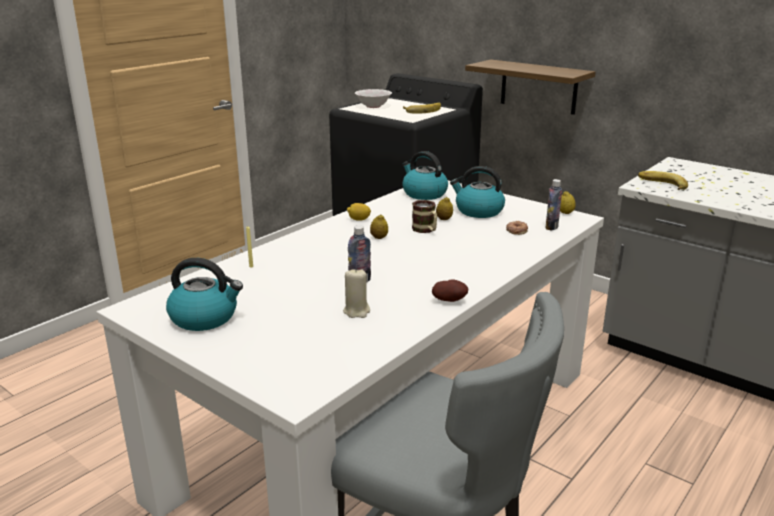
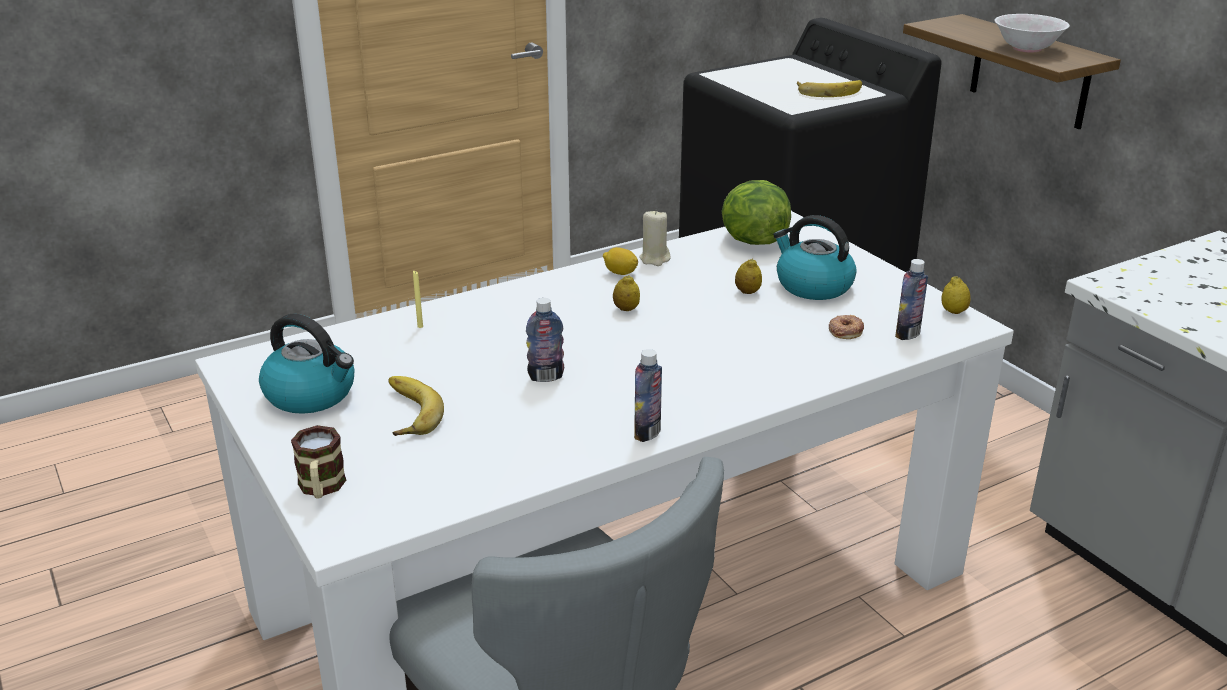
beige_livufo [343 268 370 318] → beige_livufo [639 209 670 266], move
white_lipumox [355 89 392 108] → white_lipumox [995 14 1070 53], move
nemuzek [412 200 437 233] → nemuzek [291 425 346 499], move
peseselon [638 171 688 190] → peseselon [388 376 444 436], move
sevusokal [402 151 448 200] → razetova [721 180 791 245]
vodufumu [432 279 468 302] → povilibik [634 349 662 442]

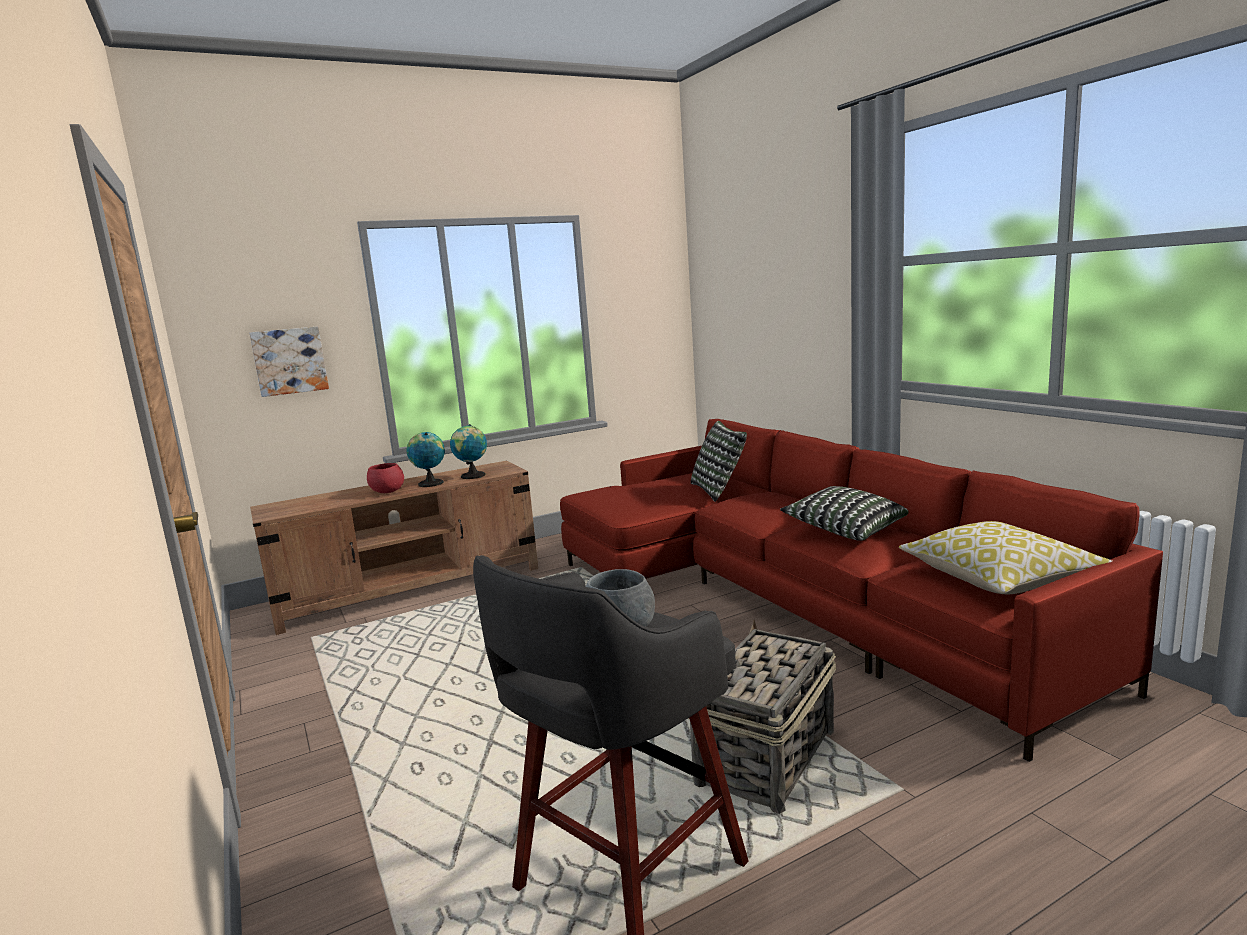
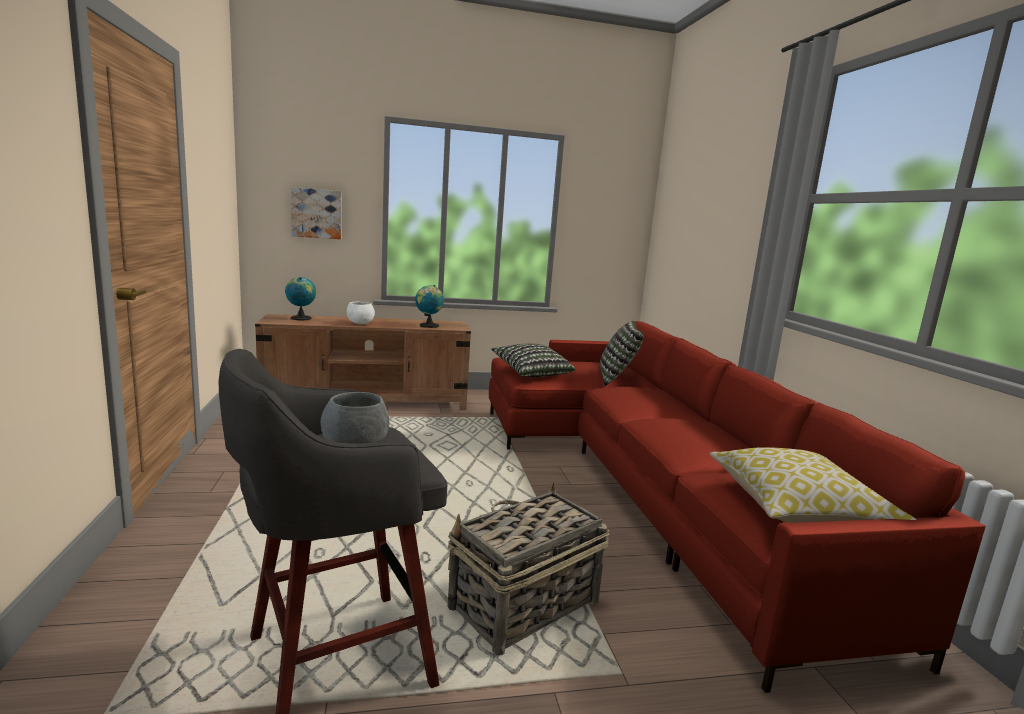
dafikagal [407 432 445 487] → dafikagal [285 277 316 320], move
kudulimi [780 486 909 541] → kudulimi [491 344 575 377], move
red_lipumox [367 463 404 493] → white_lipumox [347 302 375 324]

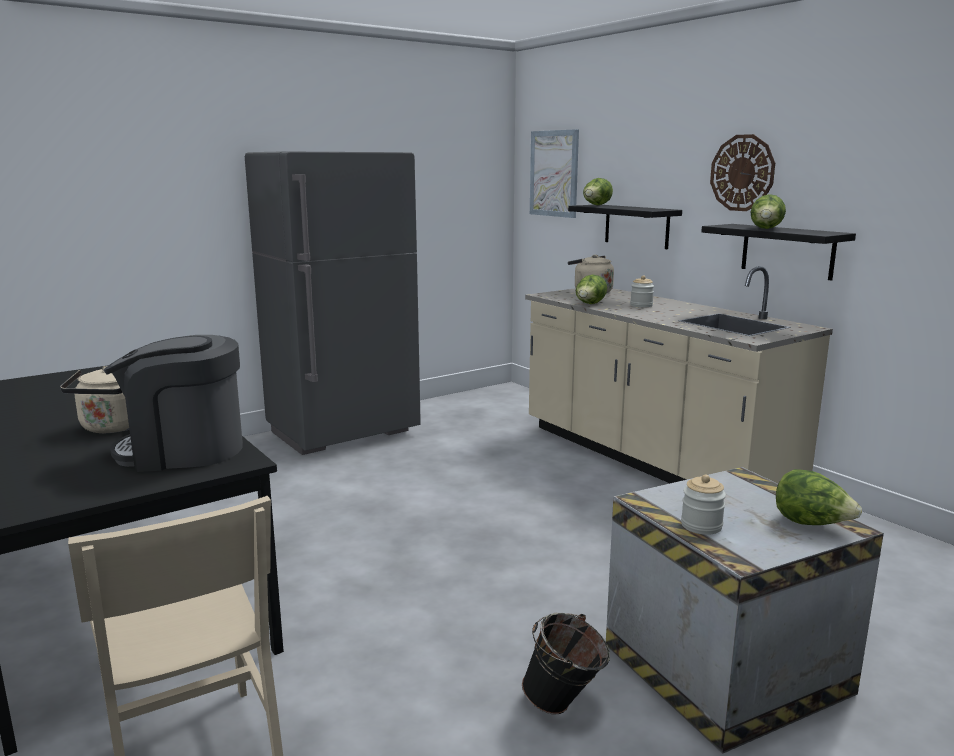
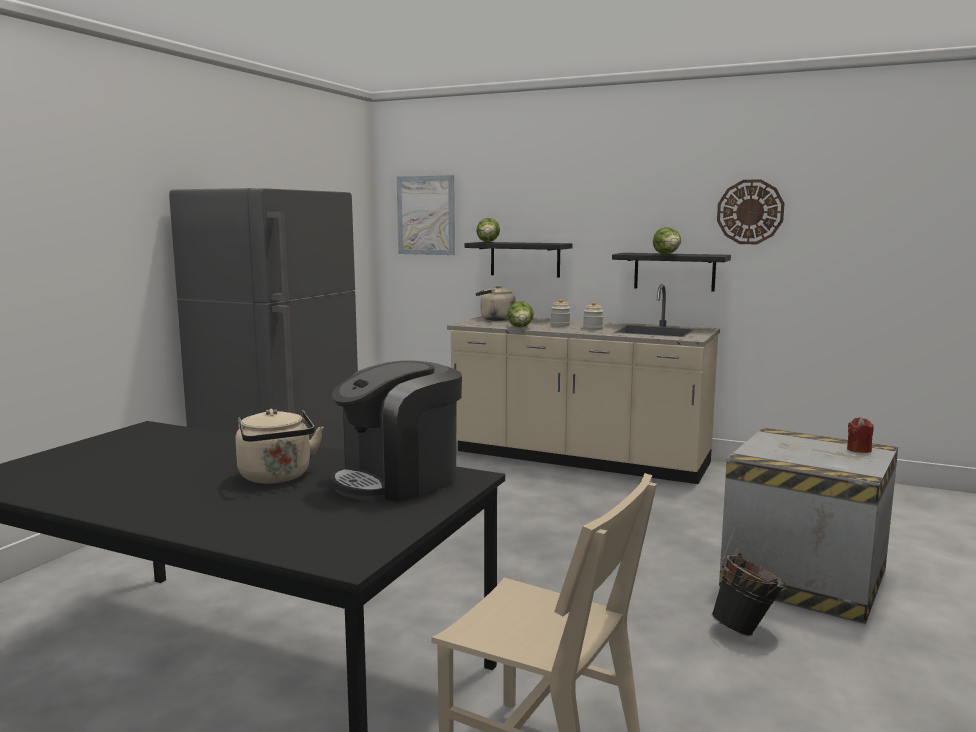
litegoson [681 475 726 535] → litegoson [583 302 604 330], move
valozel [710 134 775 211] → valozel [717 179 785 244], move
razetova [776 469 862 525] → red_livufo [847 417 874 453]

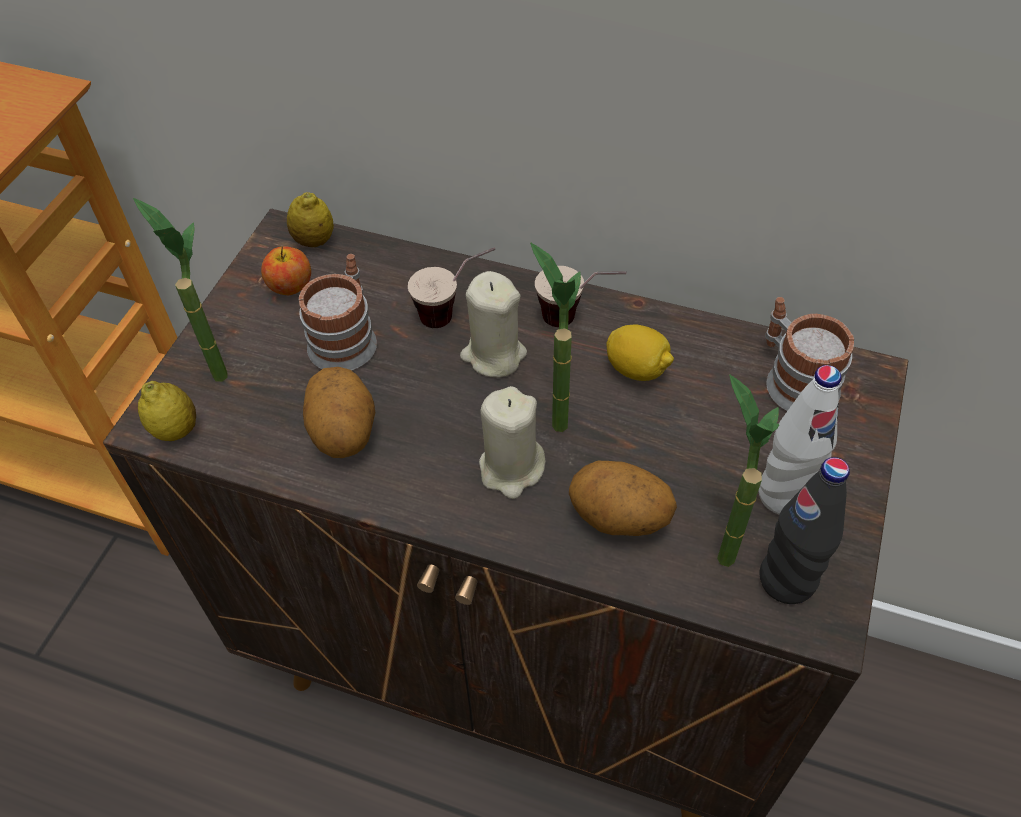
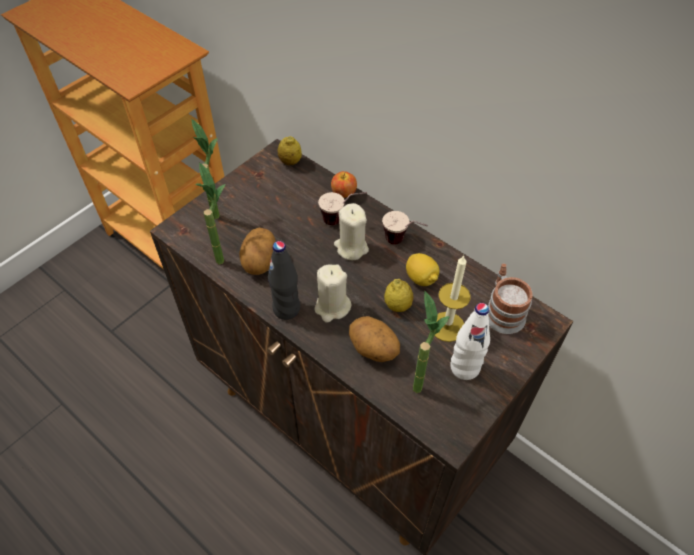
nemuzek [299 254 377 370] → -
- → livufo [435 255 471 342]
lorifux [138 381 196 441] → lorifux [384 279 413 312], move
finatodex [261 246 311 295] → finatodex [331 171 357 198], move
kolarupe [530 243 581 432] → kolarupe [196 162 226 265], move
black_povilibik [759 457 850 604] → black_povilibik [268 241 300 320], move

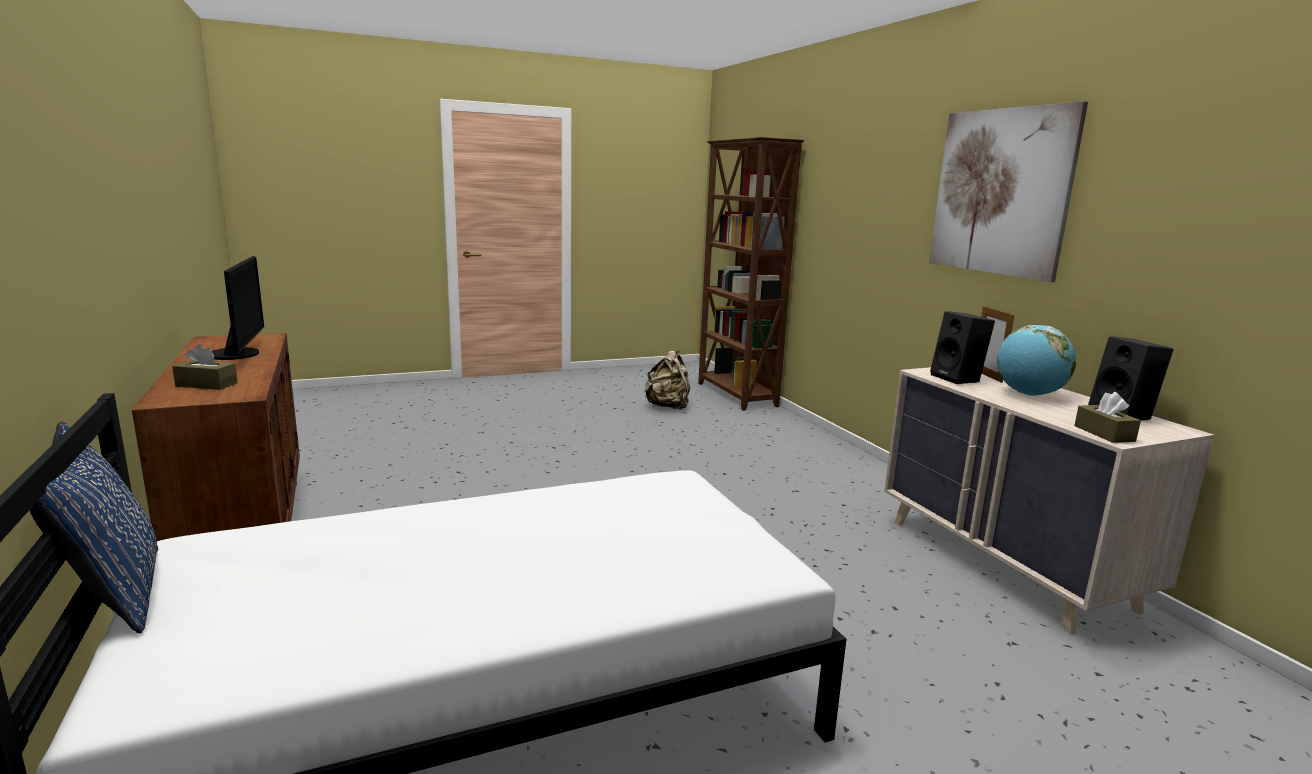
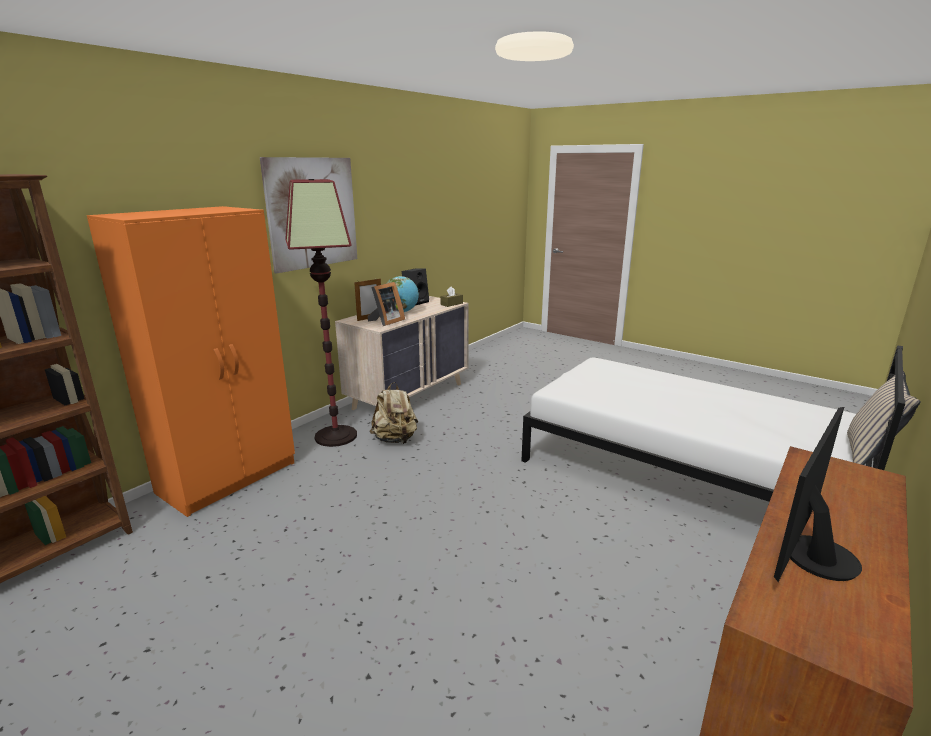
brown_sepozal [172 344 238 390] → -
- → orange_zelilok [87 206 295 517]
- → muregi [285 179 357 447]
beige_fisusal [645 349 690 410] → beige_fisusal [370 382 418 444], move
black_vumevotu [930 311 995 384] → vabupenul [367 282 405 326]
blue_kudulimi [30 422 158 634] → beige_kudulimi [847 371 921 465]

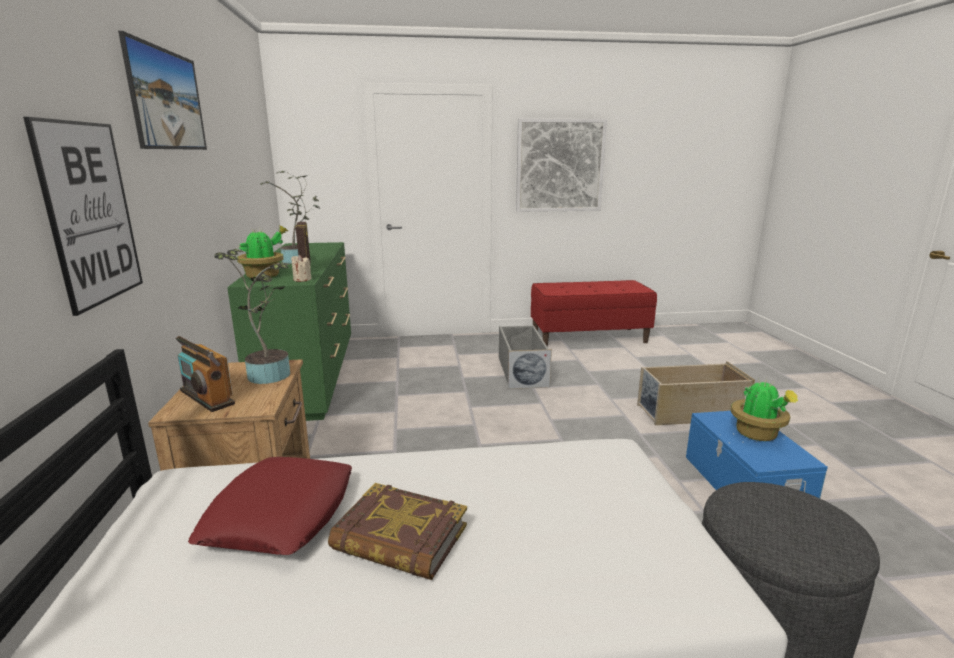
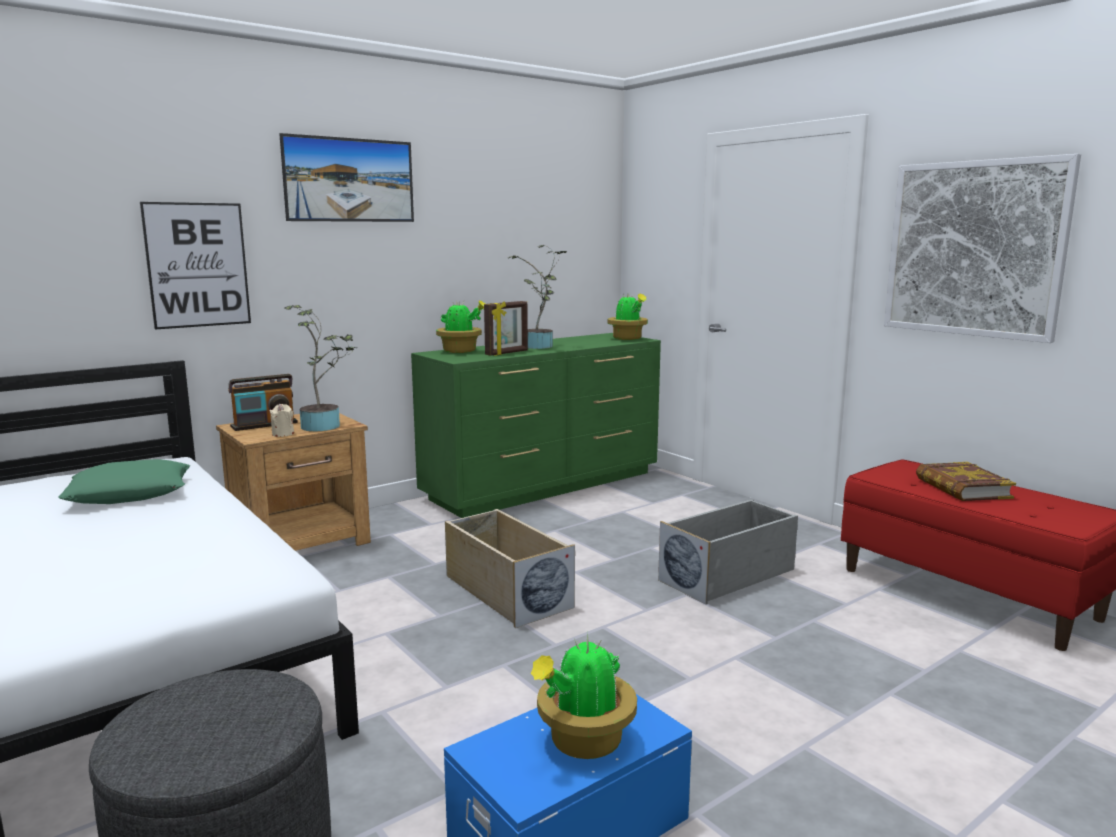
- → kolarupe [607 293 648 340]
beige_livufo [291 255 312 282] → beige_livufo [270 404 294 437], move
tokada [328 483 467 580] → tokada [916 462 1016 501], move
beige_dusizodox [637 361 755 425] → beige_dusizodox [445 509 575 628], move
red_kudulimi [188 457 352 555] → green_kudulimi [58 459 190 504]
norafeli [176 336 235 412] → norafeli [228 374 298 431], 135 degrees counterclockwise

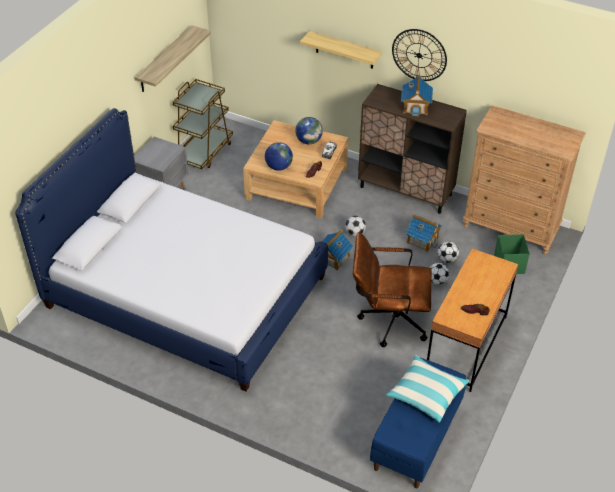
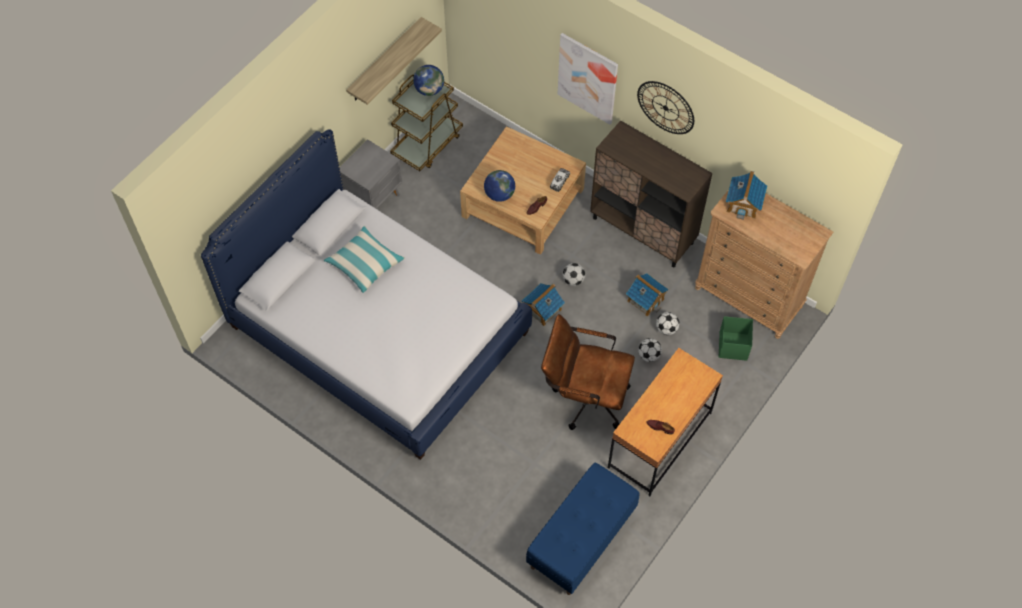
dafikagal [295 117 323 144] → dafikagal [413 65 444 96], move
kudulimi [386 355 469 423] → kudulimi [324 226 405 293], move
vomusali [401 75 433 117] → vomusali [726 171 767 220], move
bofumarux [300 31 382 69] → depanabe [558 33 618 125]

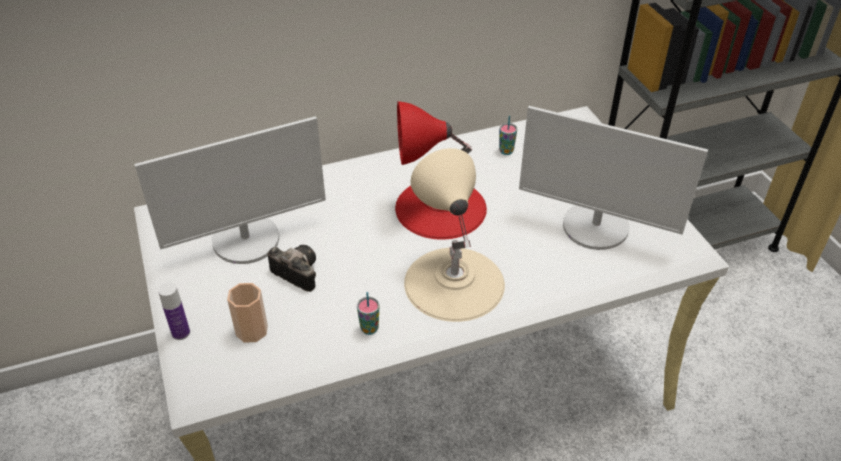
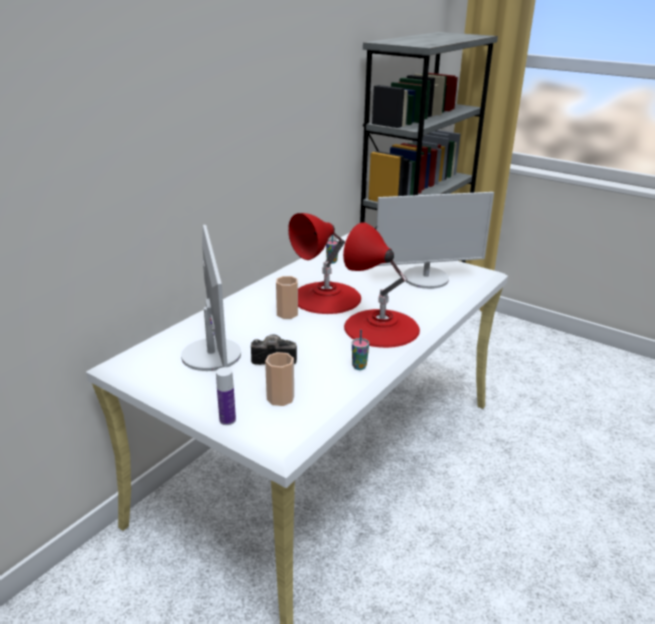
- → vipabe [276 276 298 319]
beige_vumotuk [404 148 505 322] → red_vumotuk [343 222 420 348]
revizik [134 116 326 264] → revizik [181 225 241 371], 45 degrees counterclockwise

